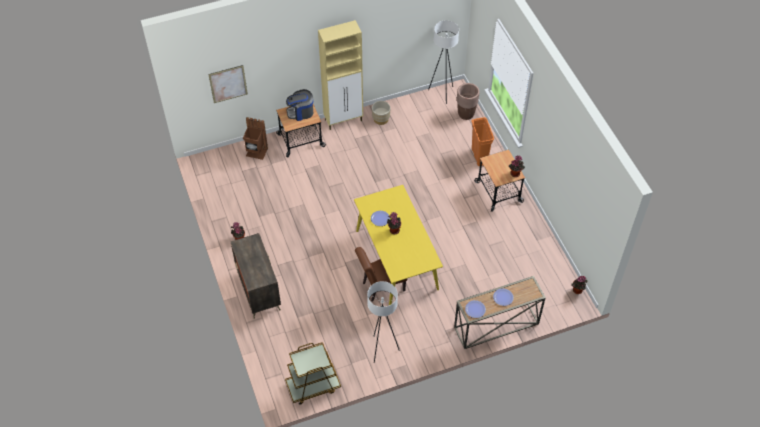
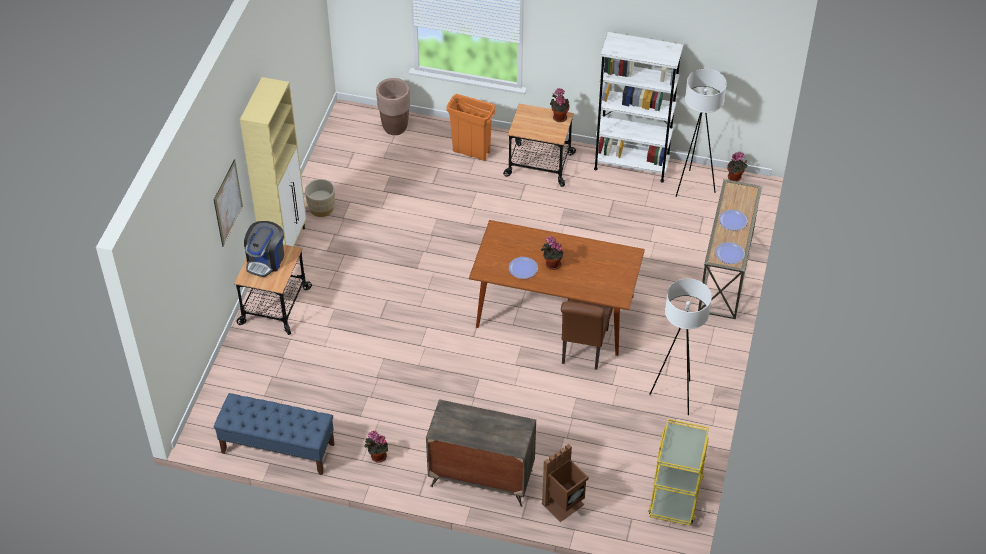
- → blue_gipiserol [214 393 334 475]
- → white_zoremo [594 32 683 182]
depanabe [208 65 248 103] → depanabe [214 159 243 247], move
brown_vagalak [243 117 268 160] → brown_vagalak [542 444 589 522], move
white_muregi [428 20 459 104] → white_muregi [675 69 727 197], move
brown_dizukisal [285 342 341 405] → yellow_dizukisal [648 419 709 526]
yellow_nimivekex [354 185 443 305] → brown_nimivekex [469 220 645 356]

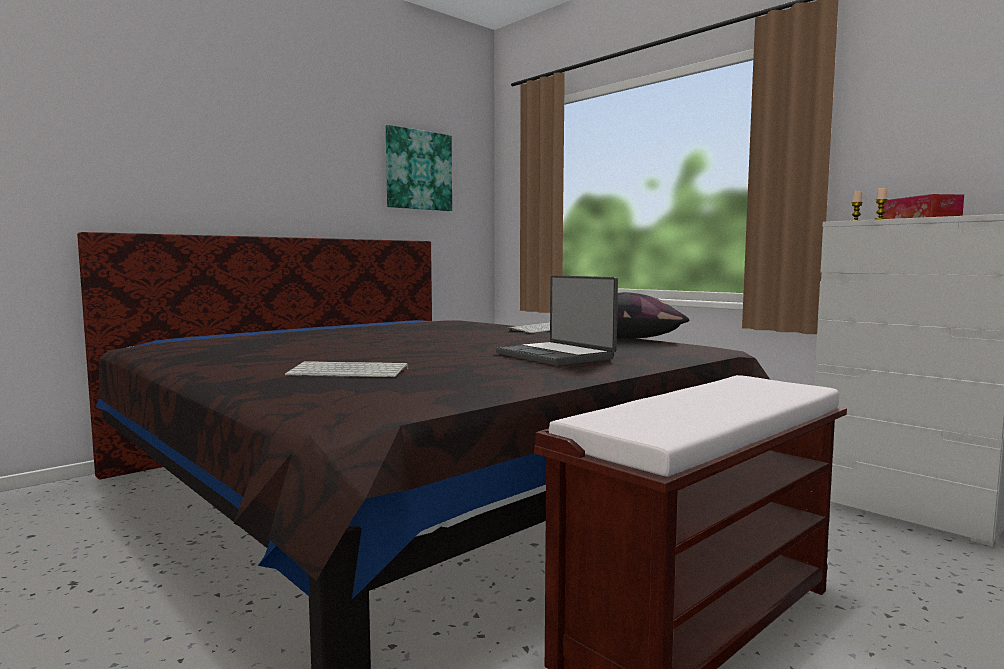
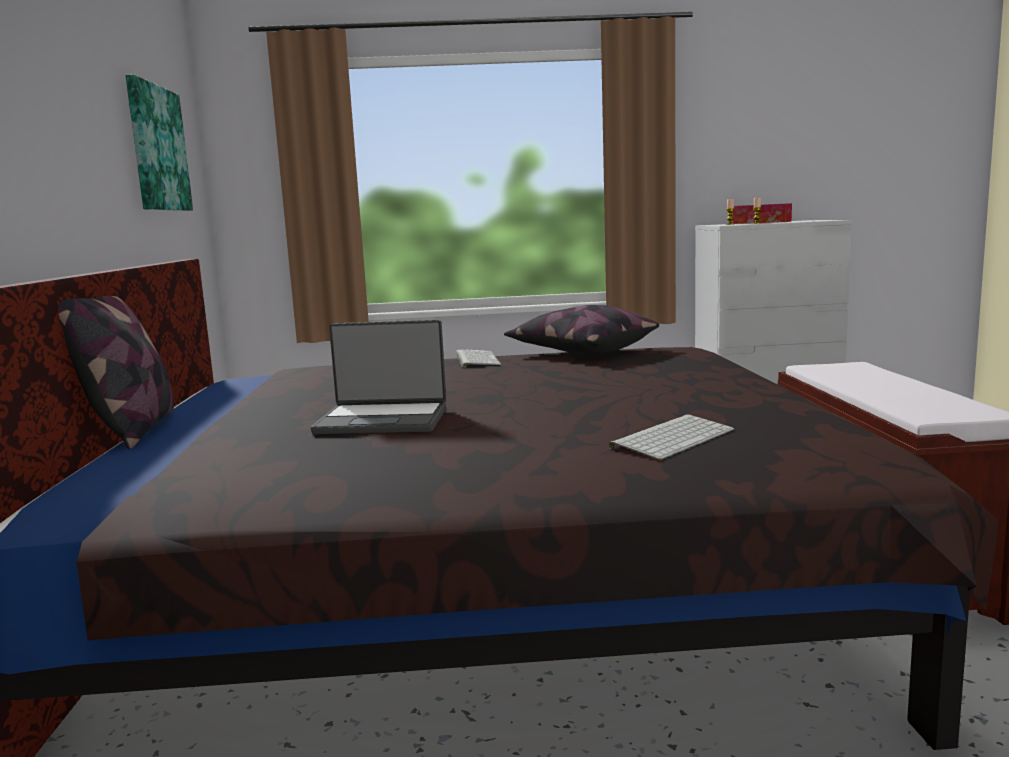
- → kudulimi [58 296 174 449]
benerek [496 275 618 366] → benerek [311 320 446 434], move

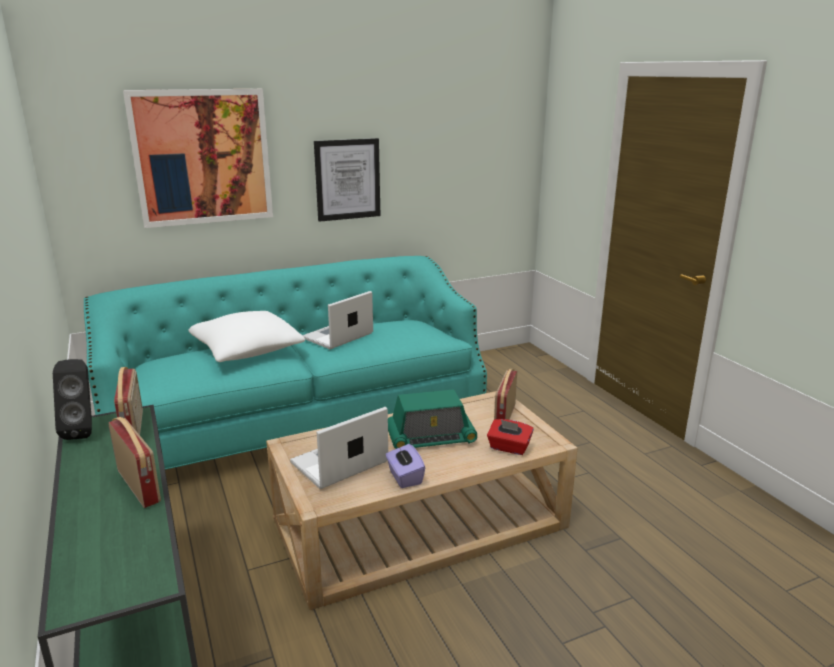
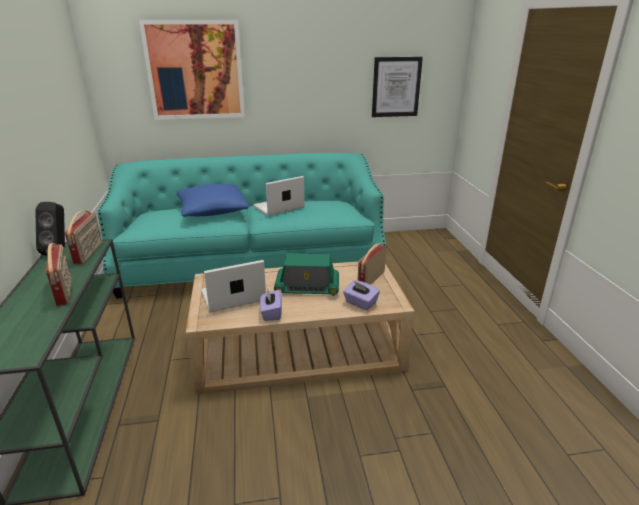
depanabe [314 138 380 222] → depanabe [372 57 423 117], move
white_kudulimi [188 311 305 362] → blue_kudulimi [177 184 249 217]
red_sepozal [487 419 534 455] → purple_sepozal [343 280 380 310]

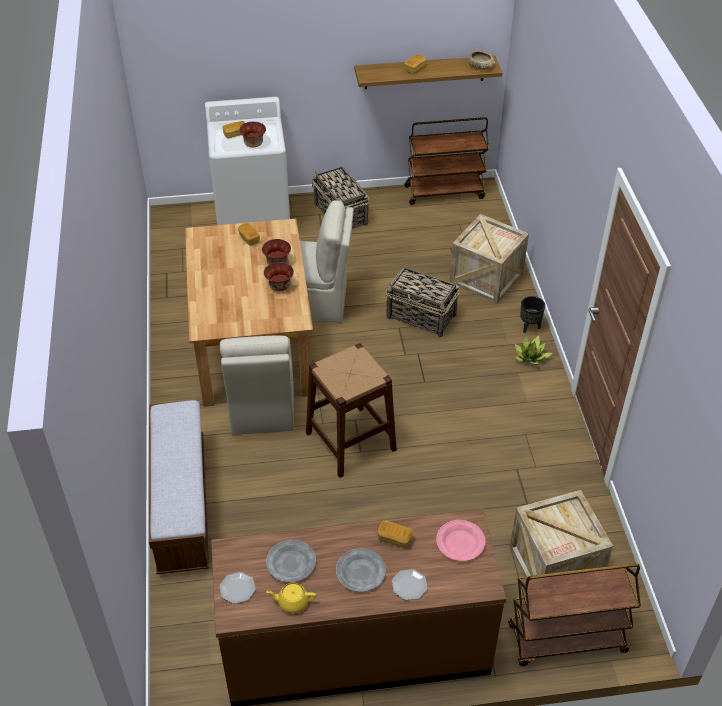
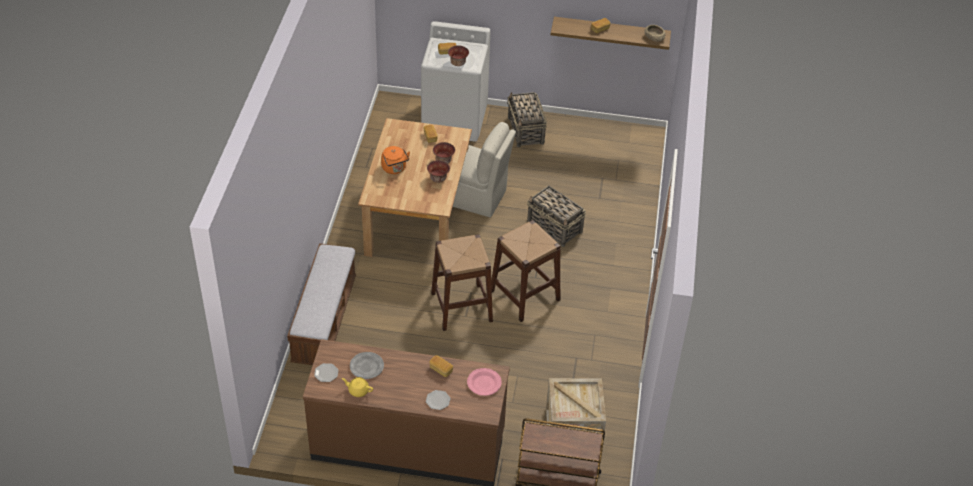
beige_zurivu [220 336 294 435] → -
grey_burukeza [336 549 386 592] → -
brown_dizukisal [405 117 489 205] → -
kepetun [449 214 529 304] → -
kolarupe [514 335 553 365] → -
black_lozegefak [520 296 545 333] → -
- → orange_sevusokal [381 146 410 174]
- → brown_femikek [491 220 561 322]

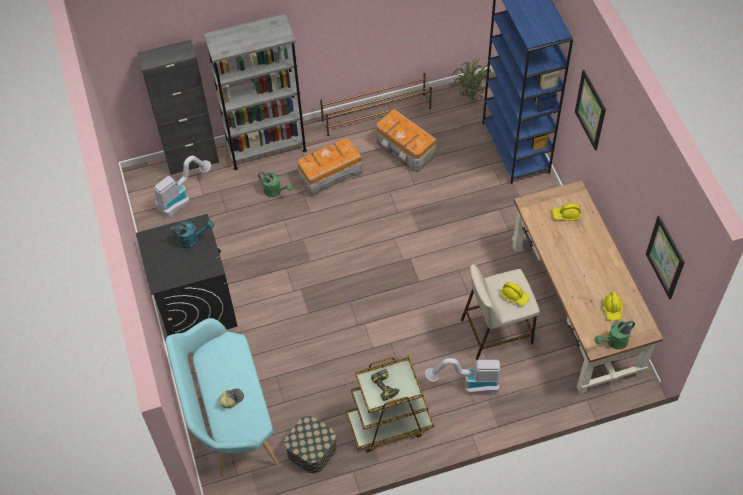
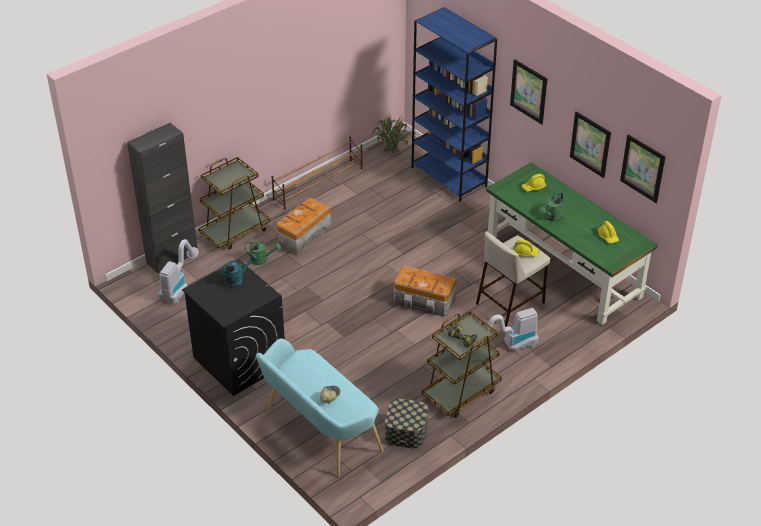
- → depanabe [570 111 611 178]
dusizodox [376 109 437 172] → dusizodox [393 265 457 317], move
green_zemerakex [594 320 635 349] → green_zemerakex [539 192 563 221], move
grey_zoremo [204 14 307 170] → brown_dizukisal [198 157 270 250]
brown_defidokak [512 180 663 394] → green_defidokak [486 162 658 325]

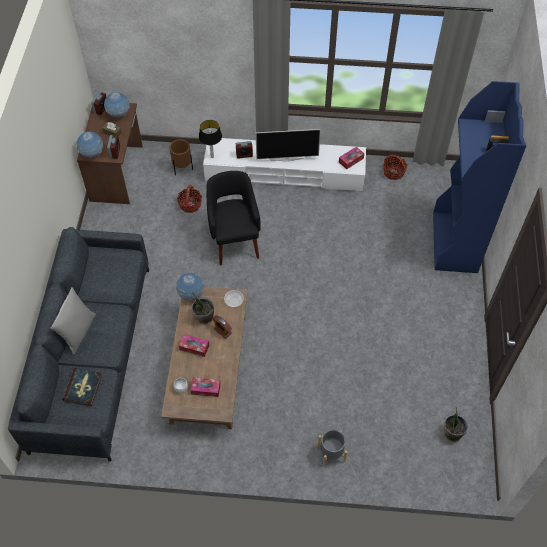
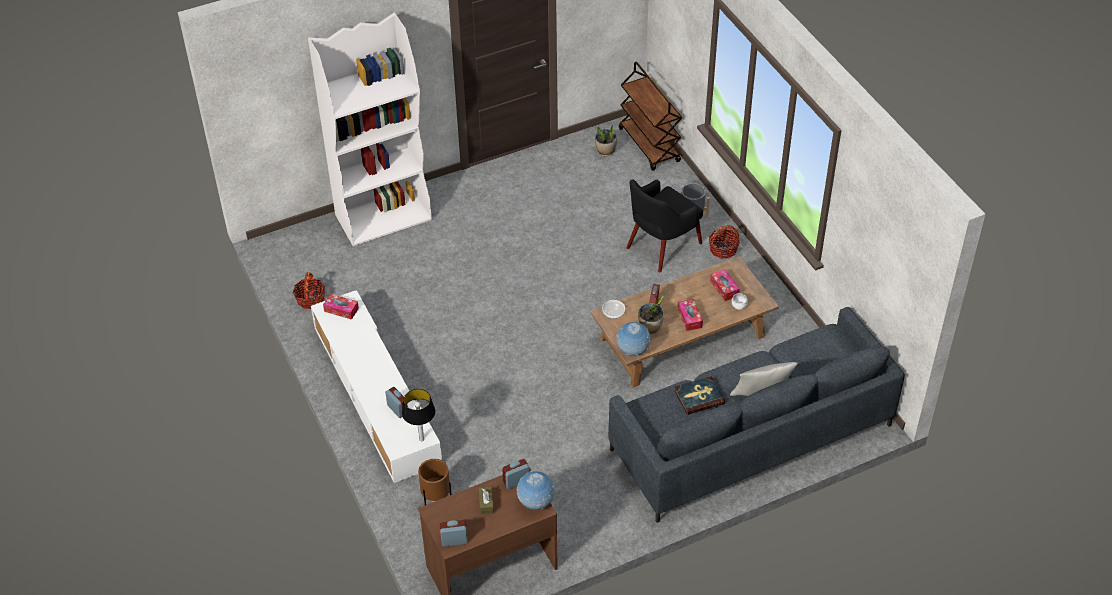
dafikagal [104 92 130 118] → -
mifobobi [256 129 321 161] → -
- → brown_dizukisal [619 61 682 171]
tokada [63 368 102 406] → tokada [674 376 725 415], move
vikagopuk [177 185 202 213] → vikagopuk [709 225 740 259], move
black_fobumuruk [206 171 261 265] → black_fobumuruk [626 179 703 272], move
blue_zoremo [433 81 526 273] → white_zoremo [308 12 432 246]

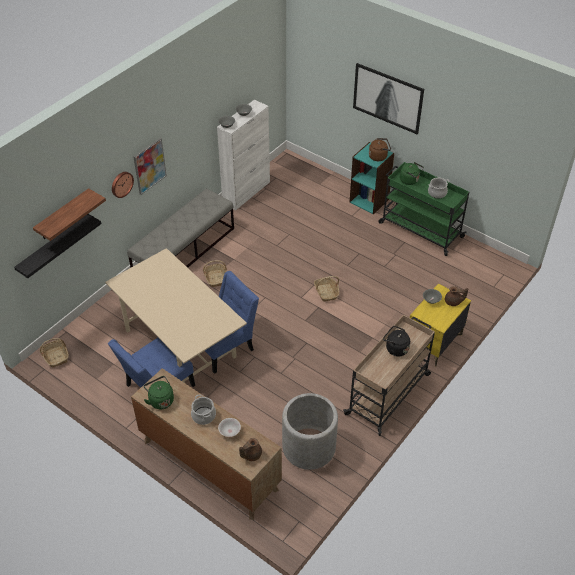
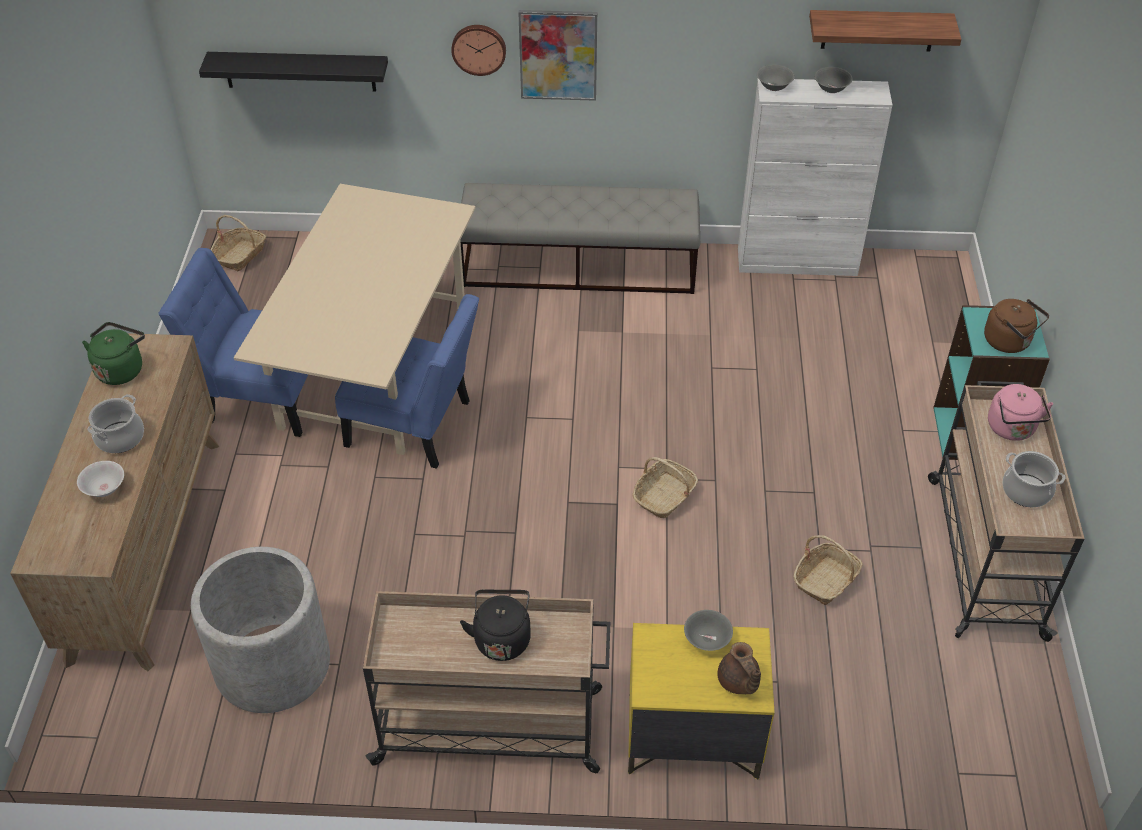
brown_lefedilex [239 438 262 461] → -
depanabe [353 63 424 134] → -
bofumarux [33 188 106 241] → bofumarux [809 10 961 51], move
vikagopuk [203 260 227 287] → vikagopuk [793 535 863 605], move
green_dizukisal [378 162 469 256] → beige_dizukisal [928 381 1085 642]
green_sevusokal [400 162 424 185] → pink_sevusokal [988 384 1053 441]

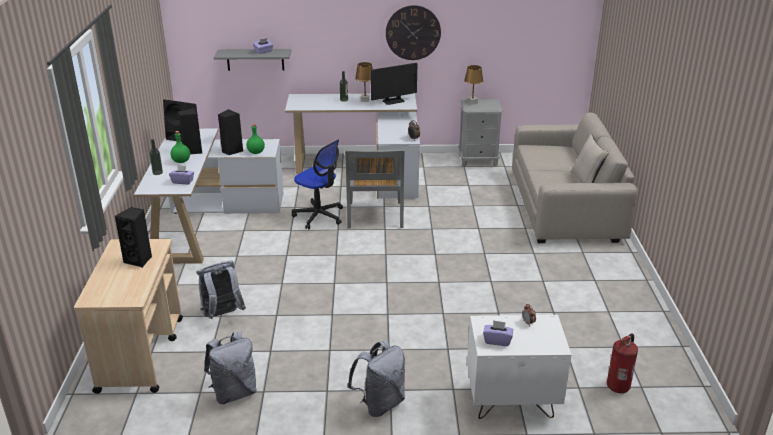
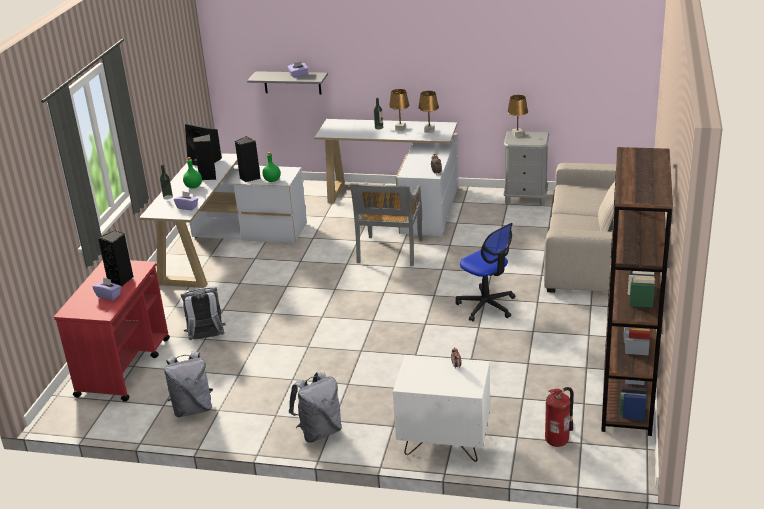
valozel [386 5 441 60] → -
- → brown_zoremo [601 147 673 436]
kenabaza [292 140 343 229] → kenabaza [456 223 515 321], move
purple_sepozal [483 320 513 346] → purple_sepozal [93 277 121 300], move
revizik [371 63 417 105] → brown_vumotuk [418 91 439 133]
beige_dizukisal [74 239 183 394] → red_dizukisal [54 260 170 402]

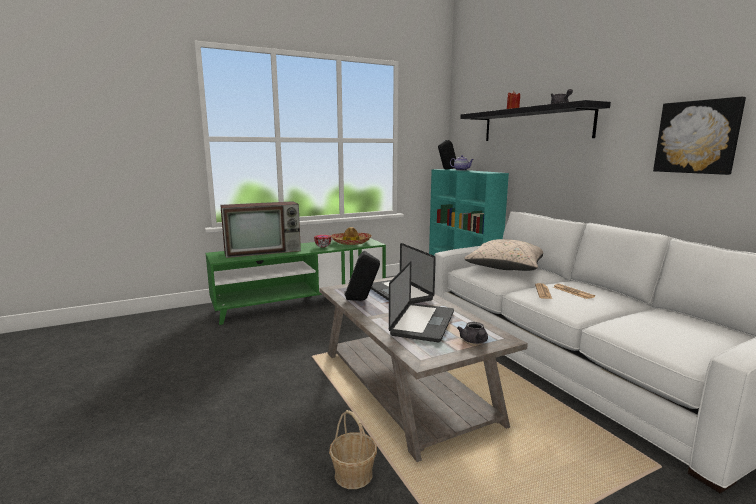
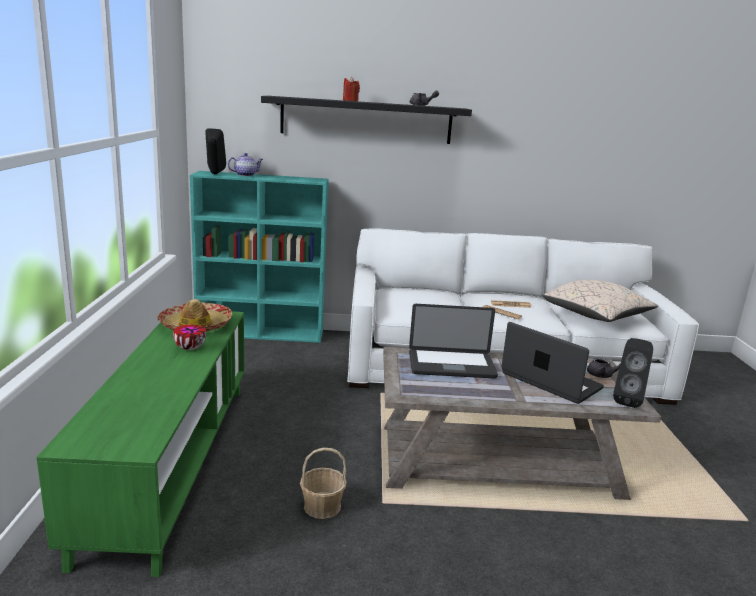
mifobobi [220 201 301 258] → -
depanabe [653 97 746 175] → -
vikagopuk [329 410 377 489] → vikagopuk [300 448 347 519], move
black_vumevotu [344 251 380 301] → black_vumevotu [613 338 653 408], move
beige_kudulimi [464 239 543 271] → beige_kudulimi [543 279 658 322], move

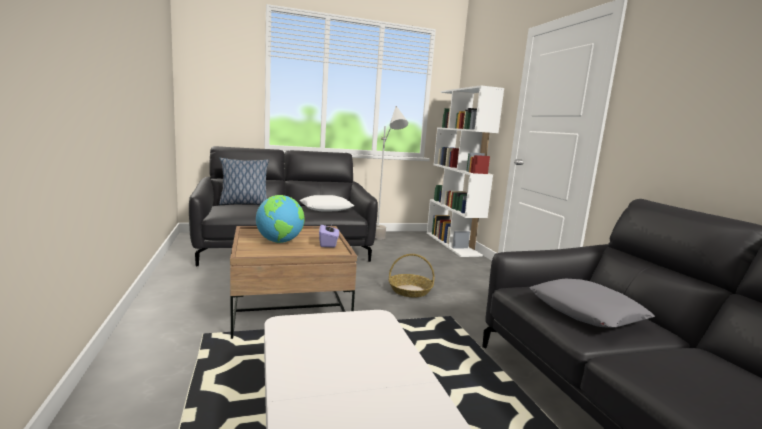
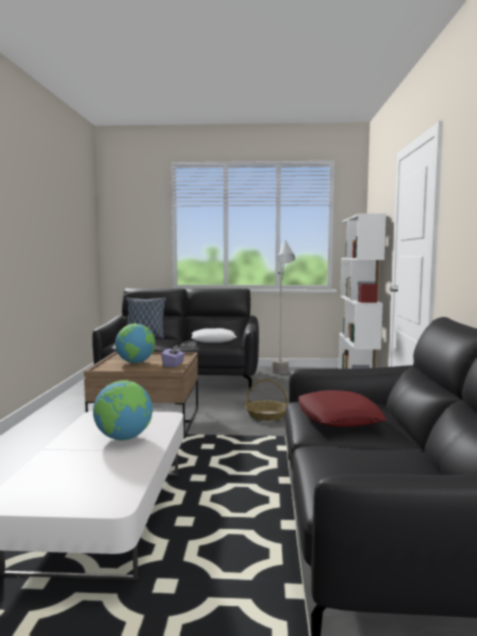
- → dafikagal [93 380 153 440]
grey_kudulimi [529 279 655 328] → red_kudulimi [298 390 386 427]

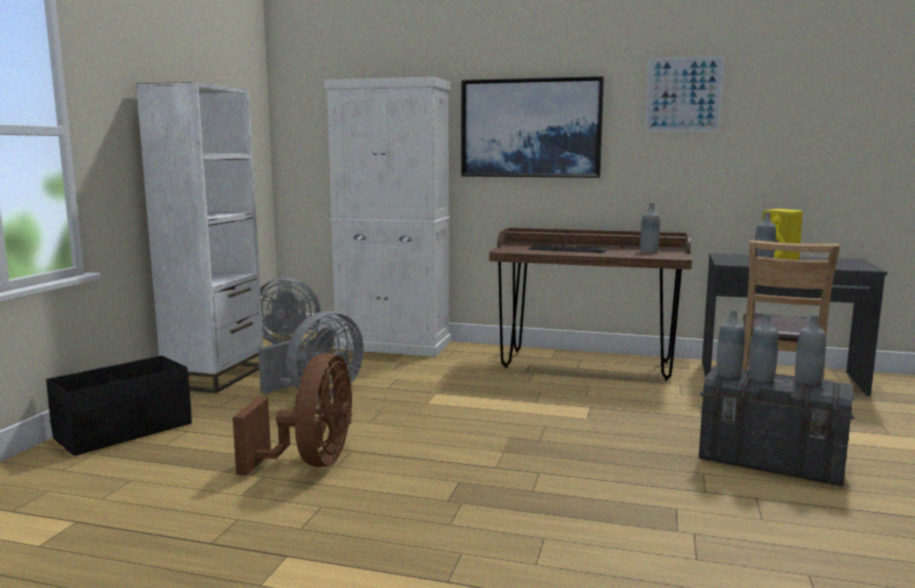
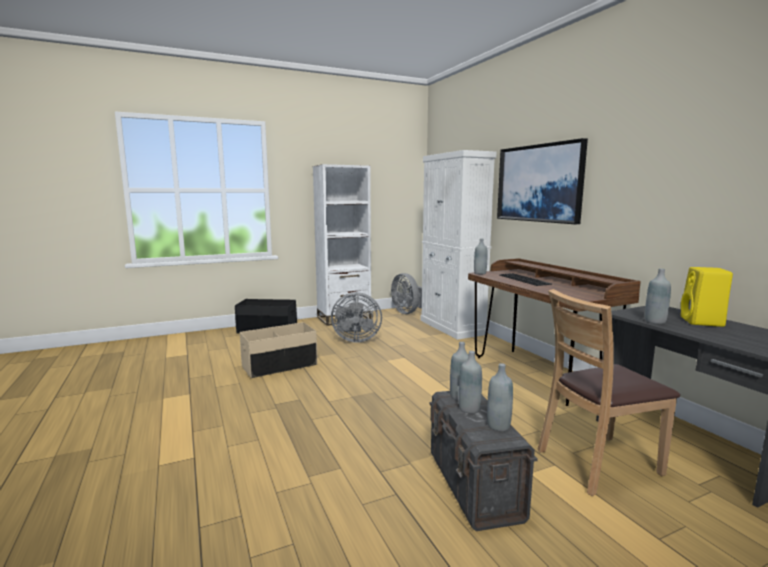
depanabe [645 55 725 132] → -
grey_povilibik [640 203 660 253] → grey_povilibik [474 238 488 274], move
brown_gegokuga [233 353 352 476] → beige_dusizodox [240 322 317 378]

